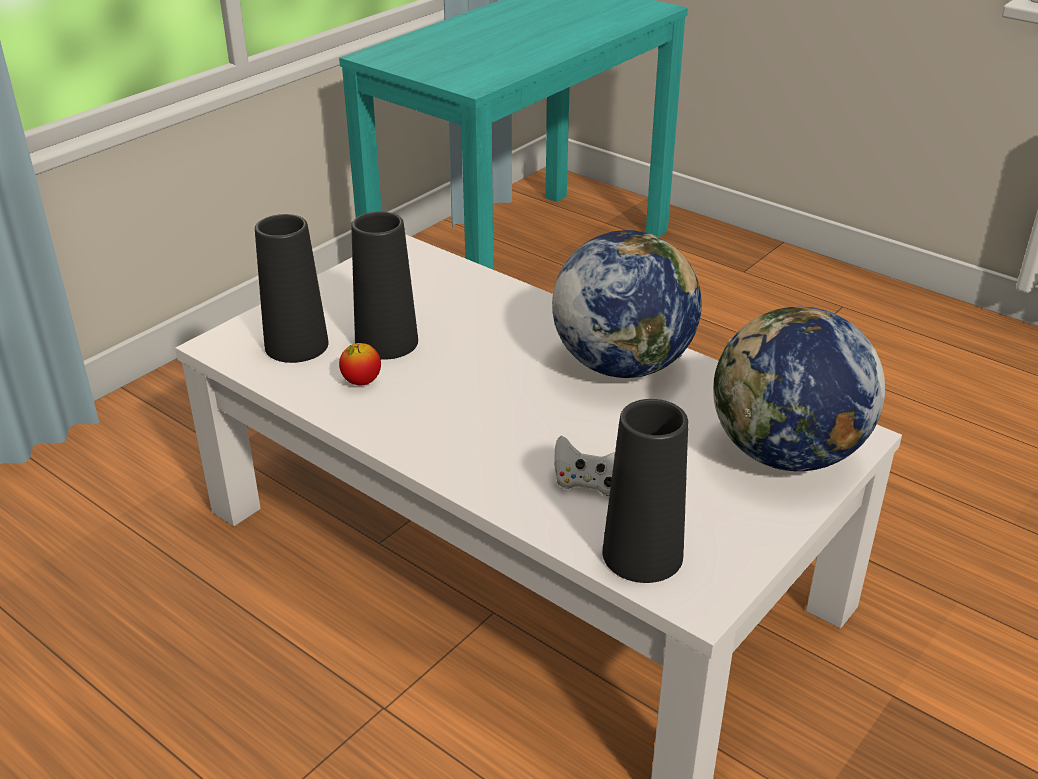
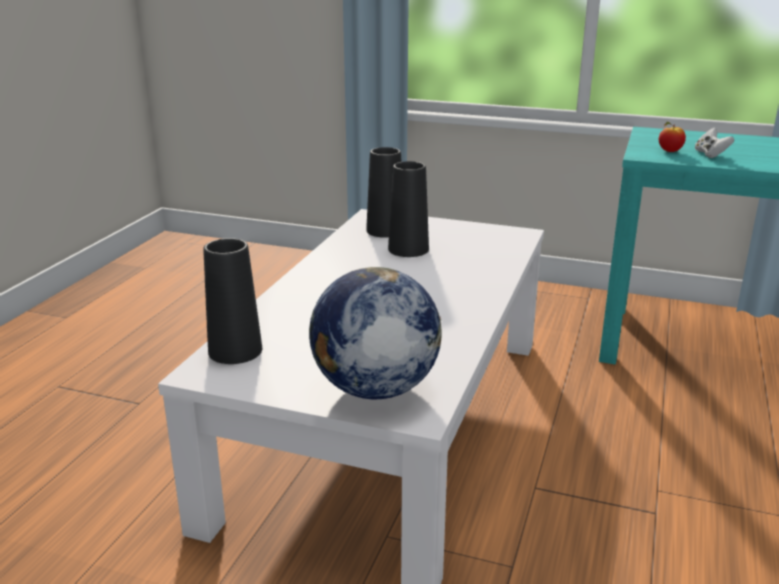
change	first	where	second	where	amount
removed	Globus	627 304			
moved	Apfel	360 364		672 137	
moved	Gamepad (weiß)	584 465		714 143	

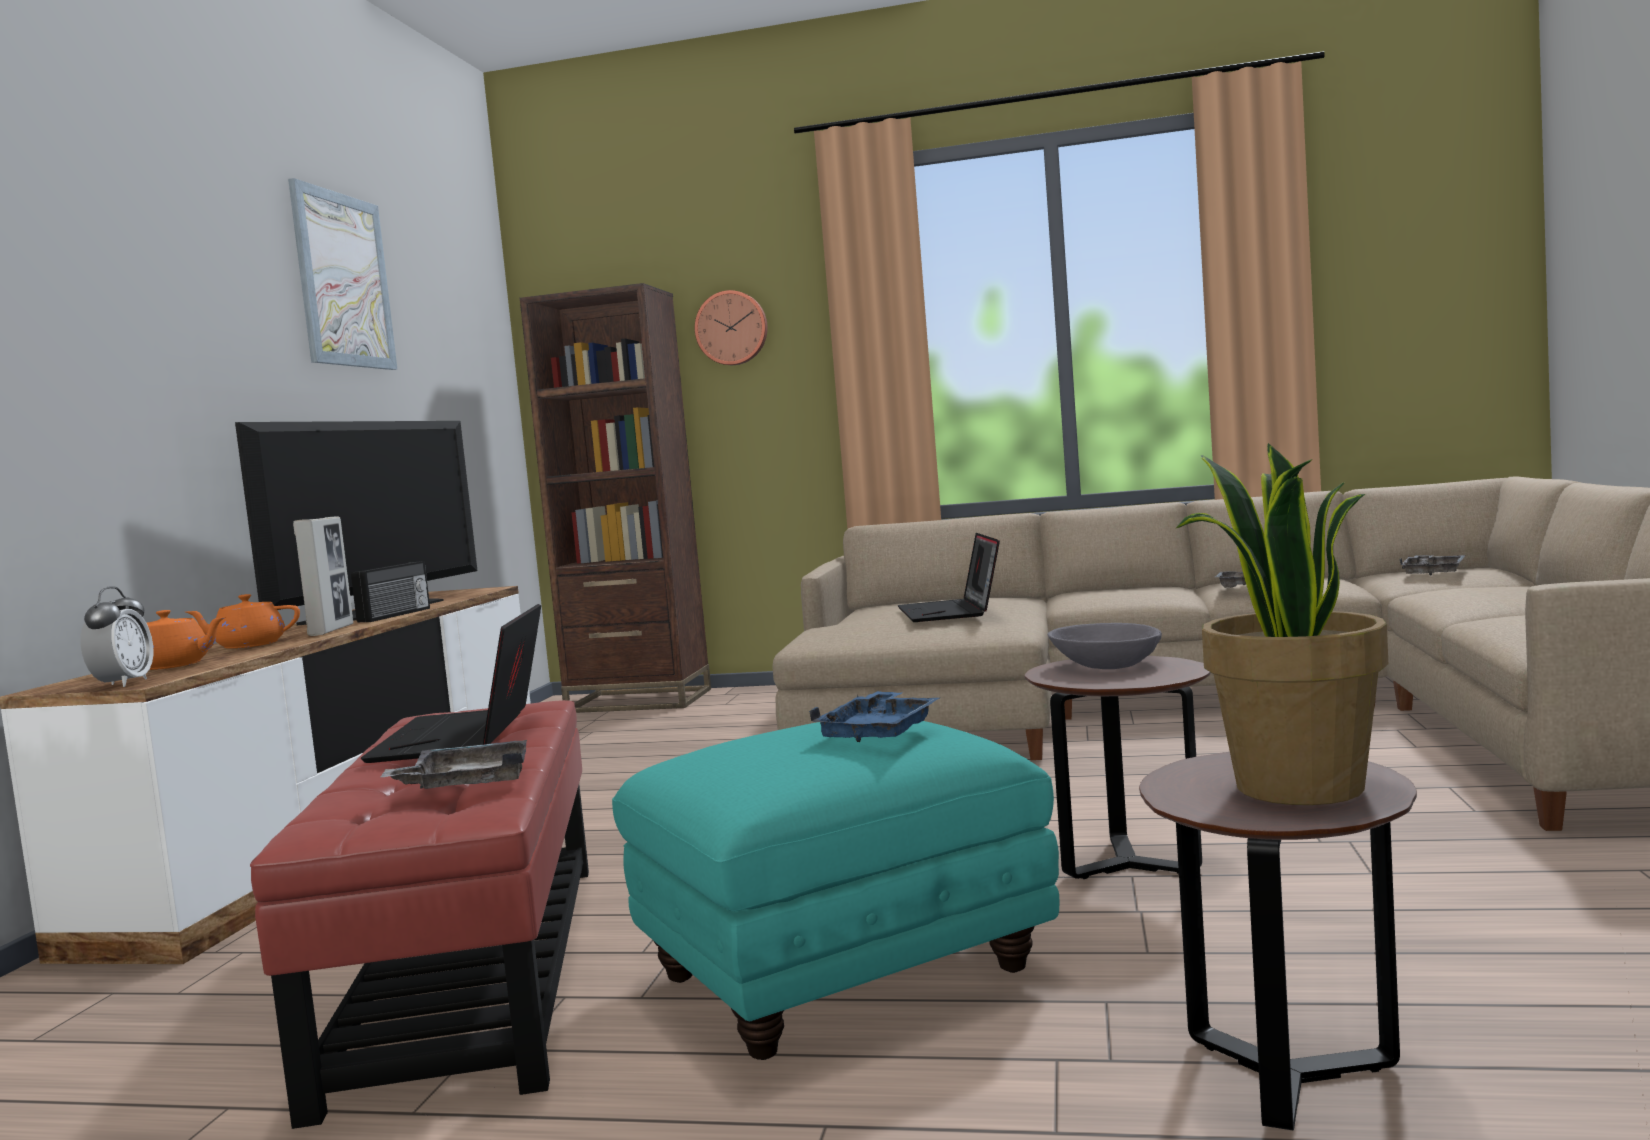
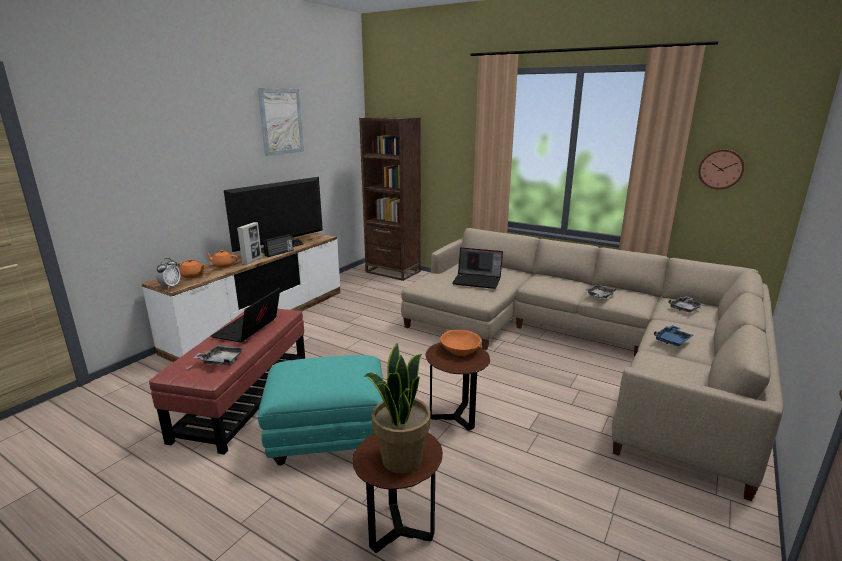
change	first	where	second	where	amount
moved	Wanduhr	731 327		721 169	
moved	Tablett (blau)	874 716		673 335	
recoloured	Schüssel (grau)	1105 646	Schüssel (orange)	460 343	
turned	Laptop	949 577		477 268	90 degrees counterclockwise

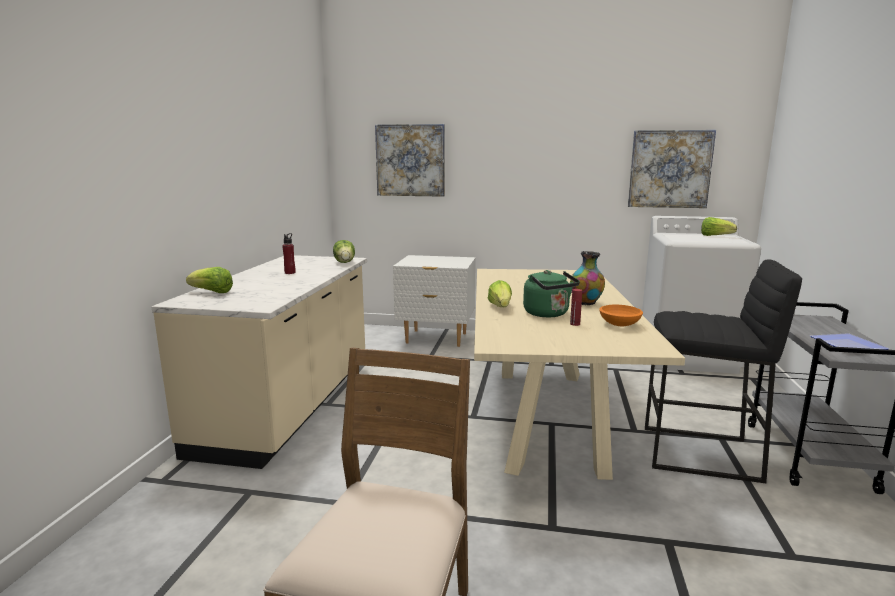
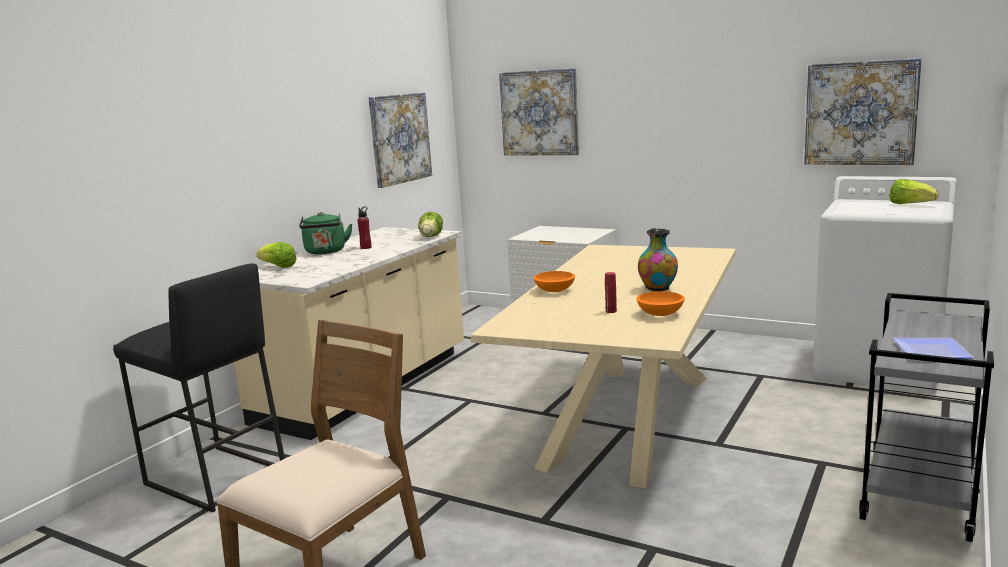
change	first	where	second	where	amount
added			Bild	400 140	
moved	Wasserkessel (grün)	551 293		325 233	
moved	Hocker (schwarz)	723 371		199 388	
replaced	Salatkopf	500 293	Schüssel (orange)	554 281	

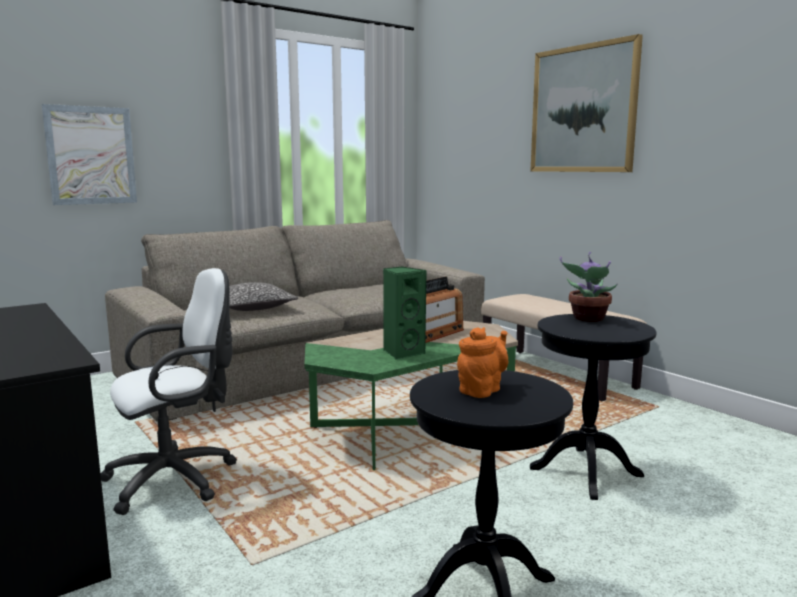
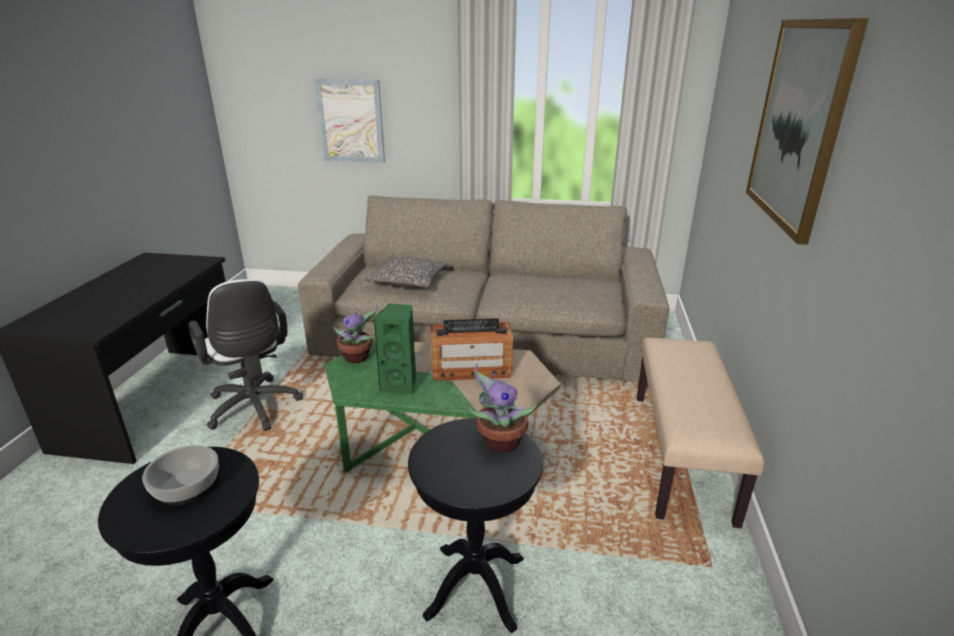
change	first	where	second	where	amount
added			Topfpflanze	355 334	
replaced	Teekanne (orange)	482 362	Schüssel	180 475	
turned	Bürostuhl (weiß)	168 391		246 355	45 degrees clockwise

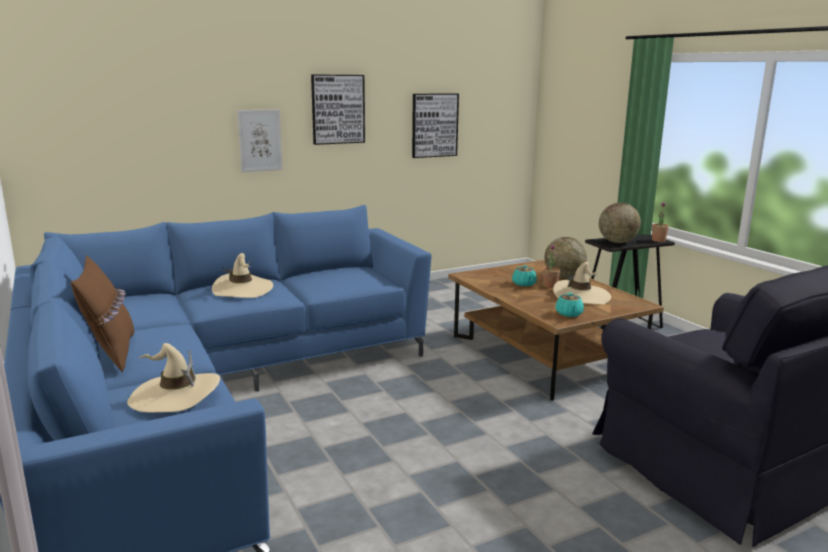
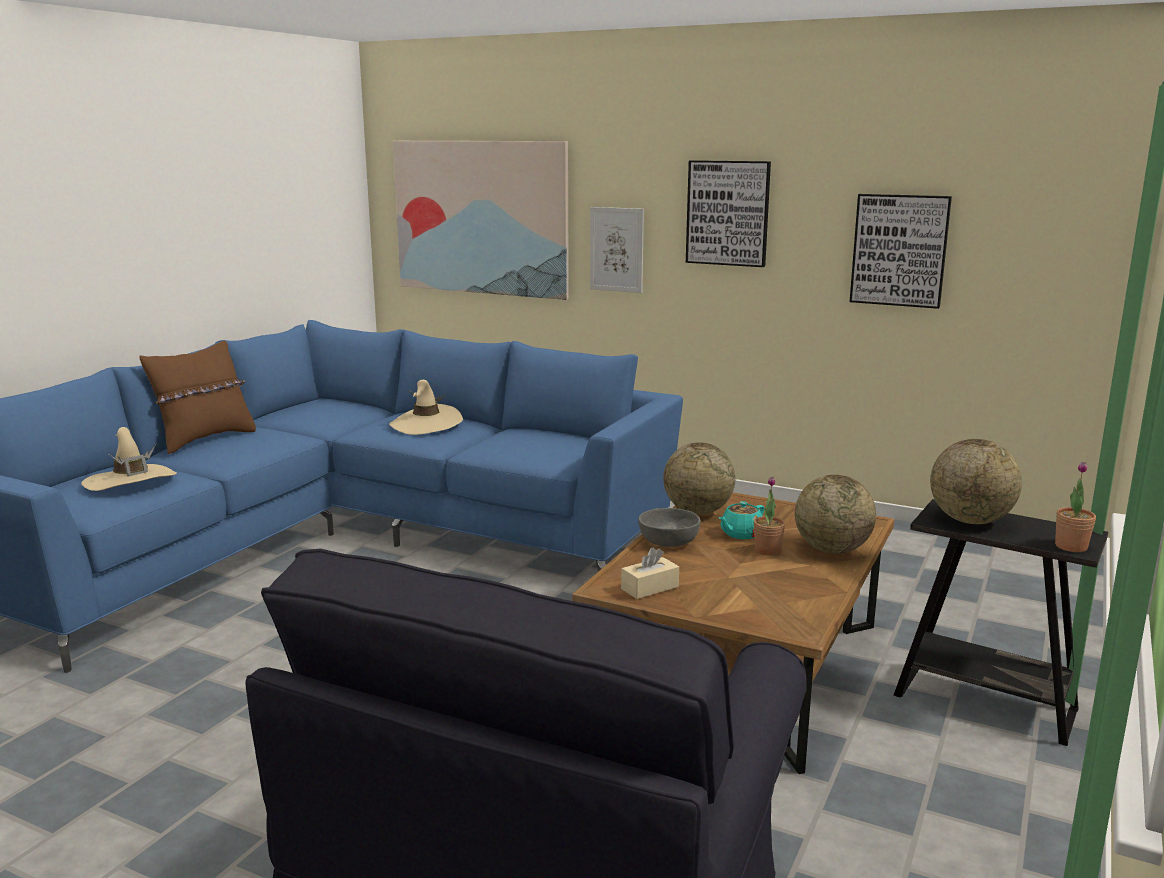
change	first	where	second	where	amount
removed	Hut (beige)	582 283			
added			Bild	481 220	
added			Schüssel (grau)	669 527	
added			Globus	699 478	
replaced	Teekanne (türkis)	569 304	Taschentuchbox (beige)	650 573	

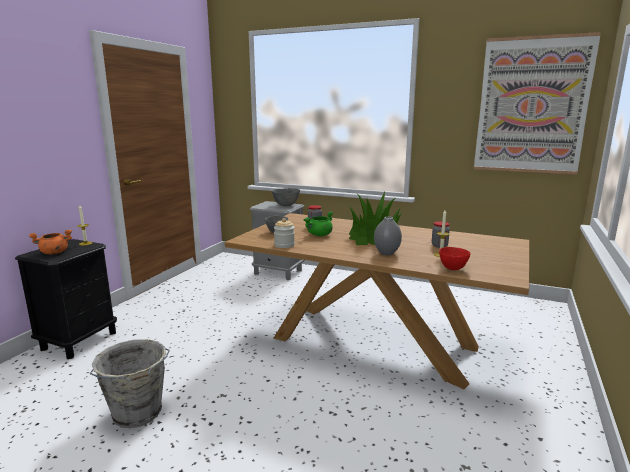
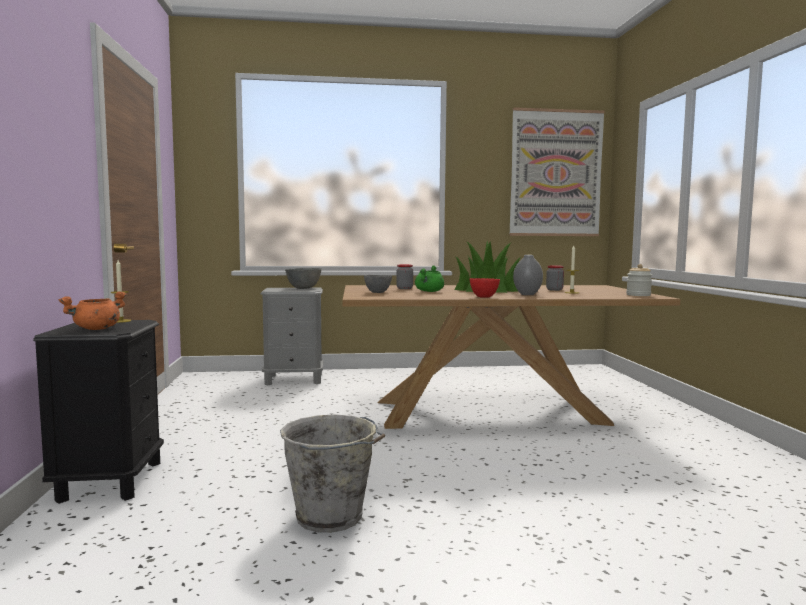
change	first	where	second	where	amount
moved	Vorratsglas	284 233		639 280	
moved	Schüssel (rot)	455 258		484 288	

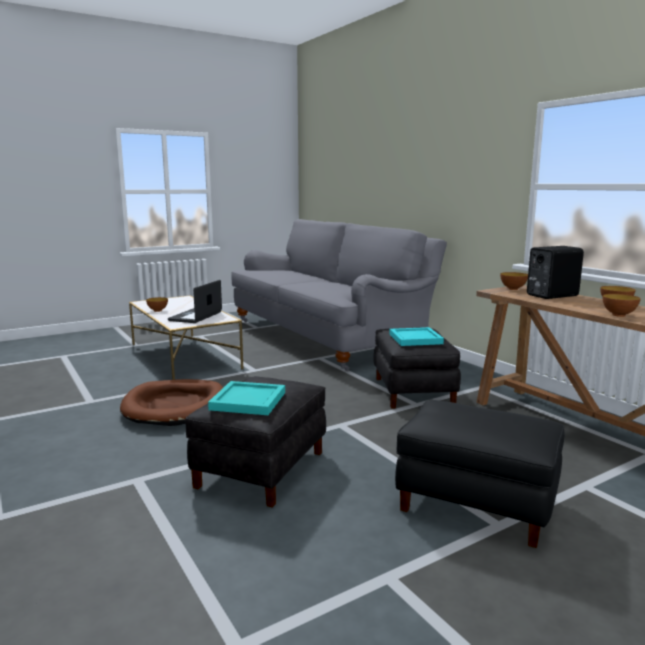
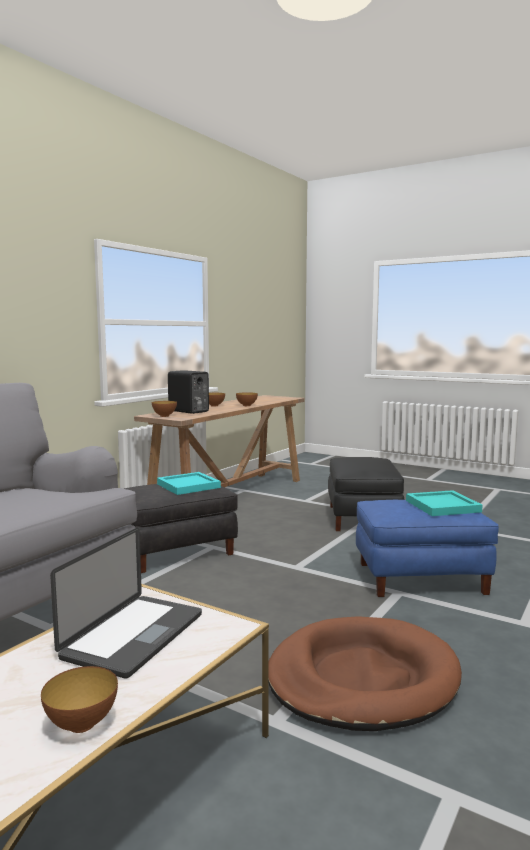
change	first	where	second	where	amount
recoloured	Polsterhocker (schwarz)	255 441	Polsterhocker (blau)	427 548	
turned	Laptop	195 301		126 603	60 degrees counterclockwise

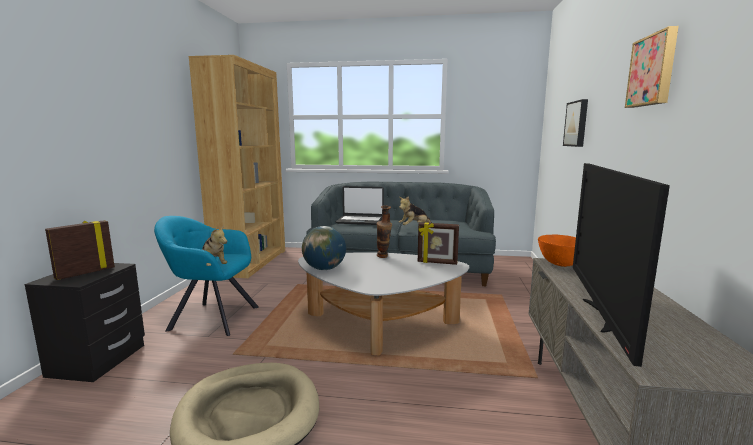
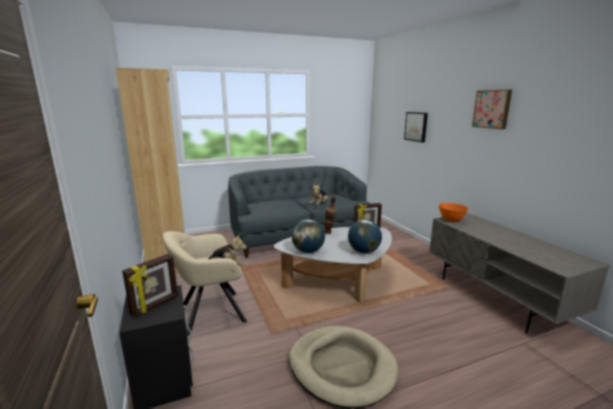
change	first	where	second	where	amount
removed	Laptop	359 205			
removed	Fernseher	621 265			
added			Globus	365 236	
recoloured	Sessel (türkis)	206 276	Sessel (beige)	204 283	
turned	Bilderrahmen	80 250		150 285	150 degrees counterclockwise

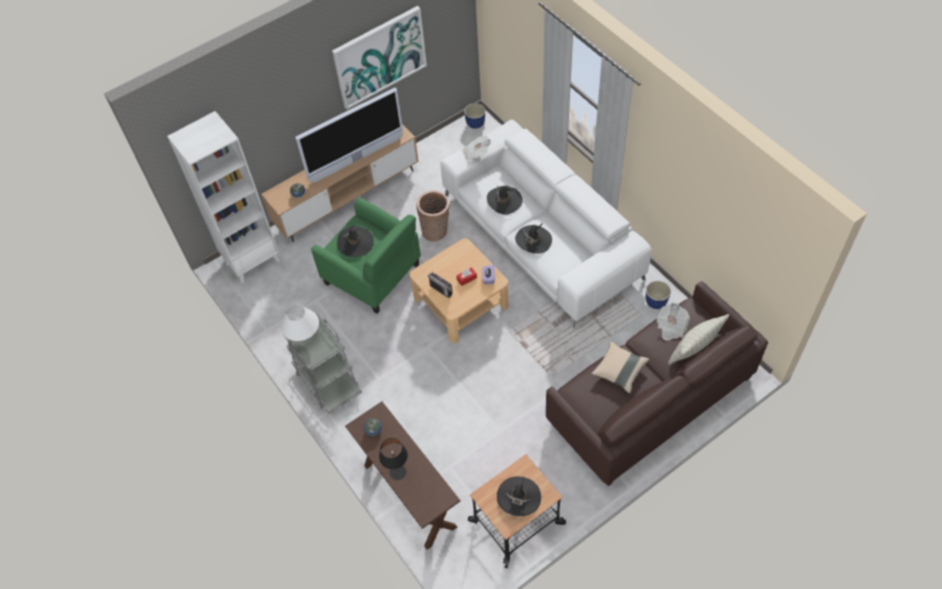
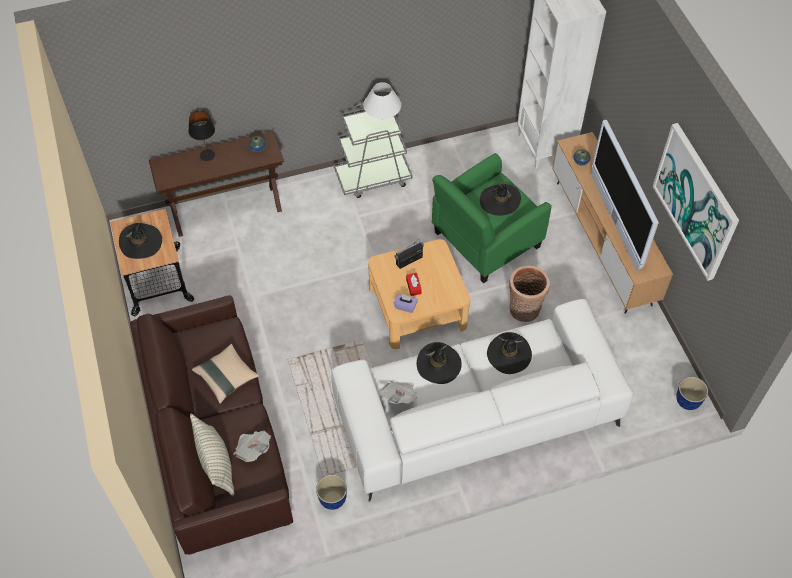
change	first	where	second	where	amount
moved	Zeitung	476 147		398 392	

